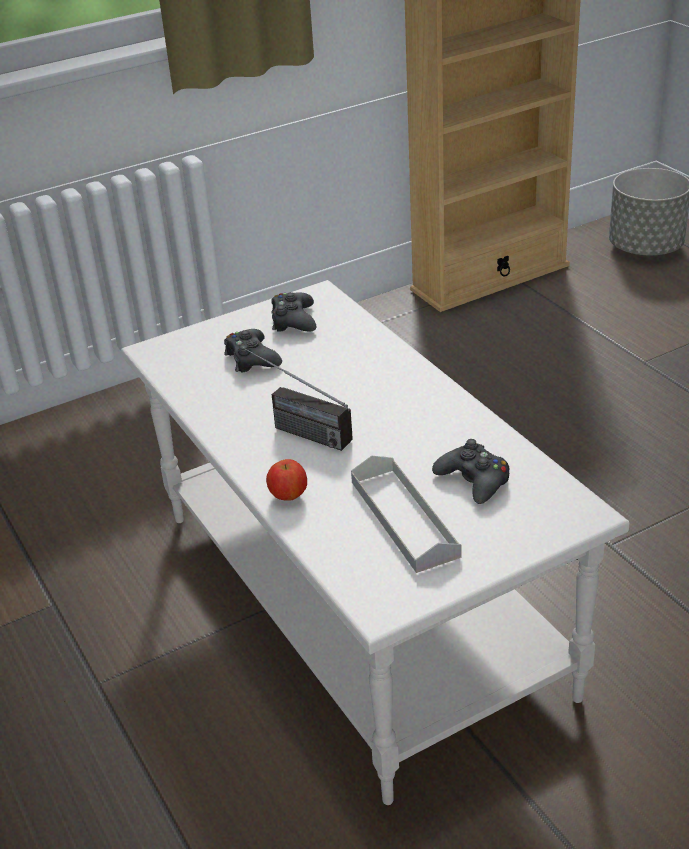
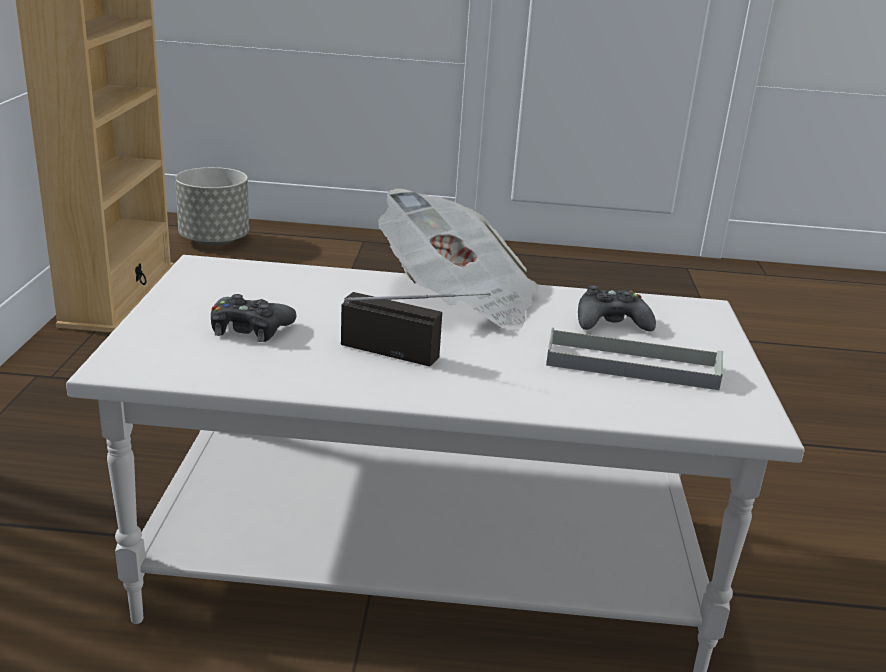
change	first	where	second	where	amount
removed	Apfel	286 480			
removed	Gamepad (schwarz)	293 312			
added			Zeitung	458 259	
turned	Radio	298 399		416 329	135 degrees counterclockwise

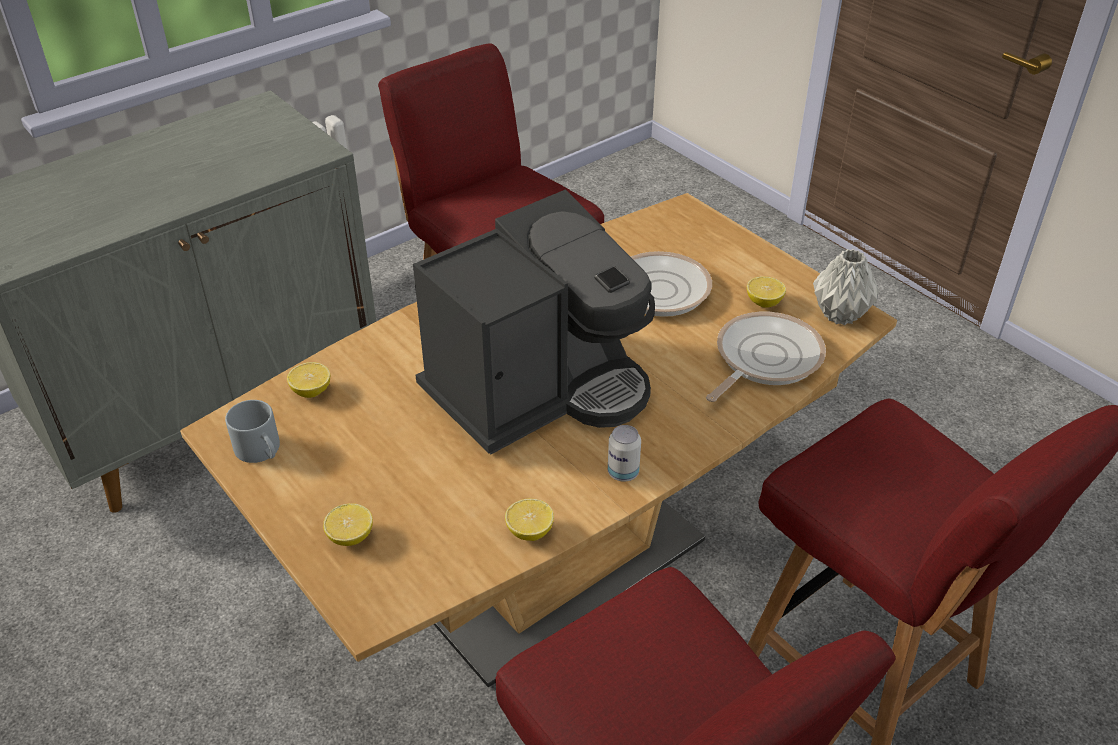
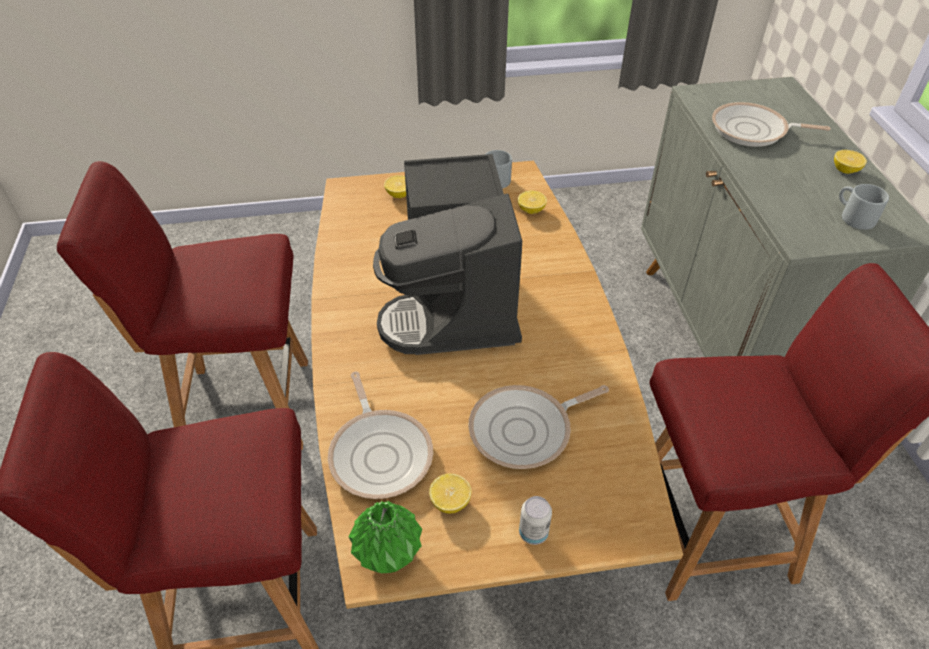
change	first	where	second	where	amount
added			Pfanne	771 124	
added			Henkelbecher (grau)	864 207	
moved	Zitrone	529 519		850 162	
moved	Dose	624 453		535 520	
recoloured	Vase (grau)	846 287	Vase (grün)	385 537	

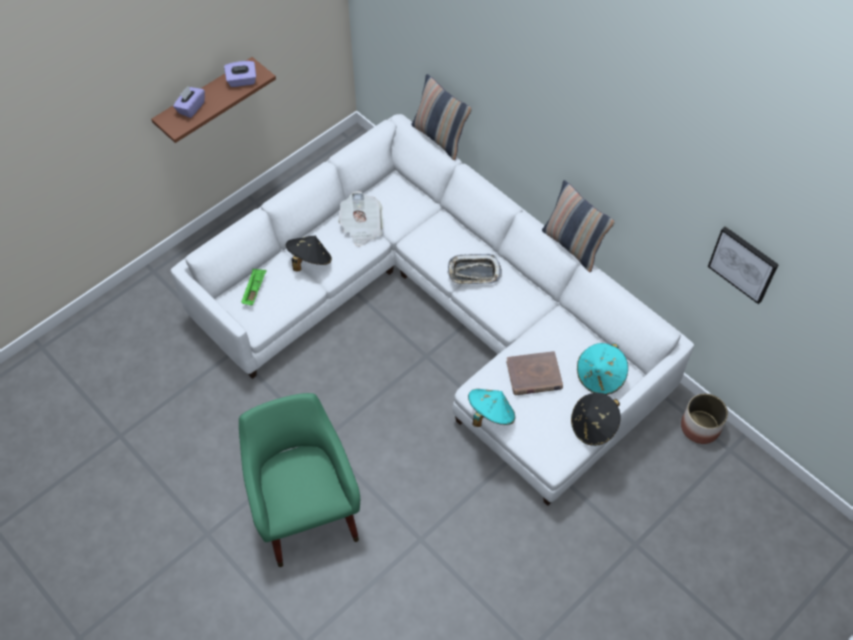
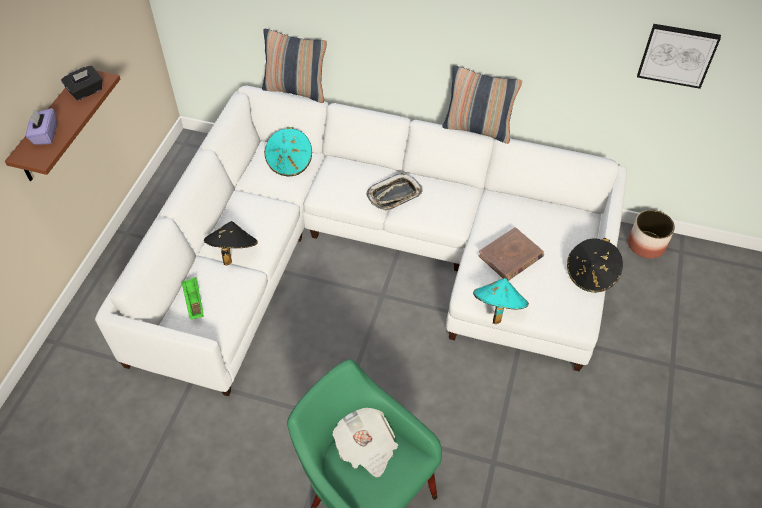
change	first	where	second	where	amount
moved	Zeitung	360 219		365 442	
moved	Hut (türkis)	602 369		288 151	
recoloured	Taschentuchbox (lila)	240 74	Taschentuchbox (schwarz)	81 83	

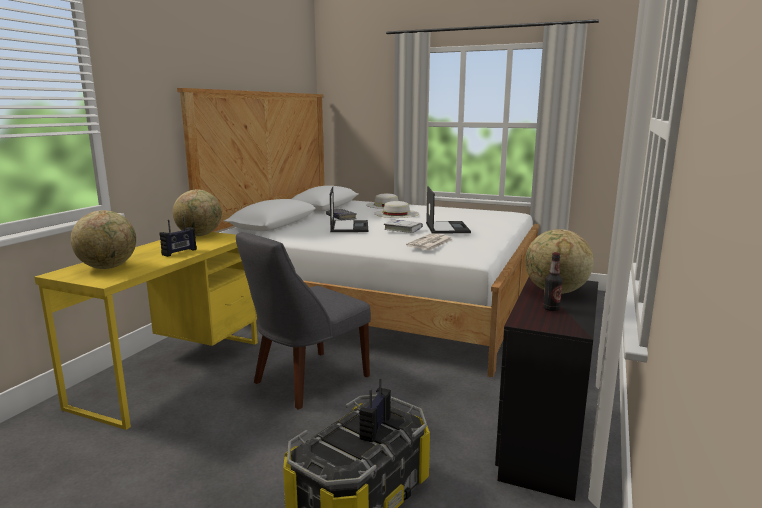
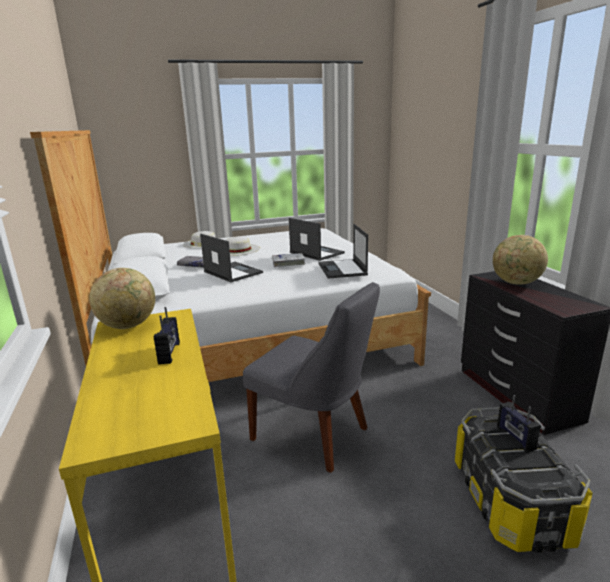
change	first	where	second	where	amount
removed	Globus	103 239			
removed	Flasche	553 281			
replaced	Zeitung	429 241	Laptop	343 251	
turned	Stuhl (grau)	303 321		311 377	60 degrees counterclockwise

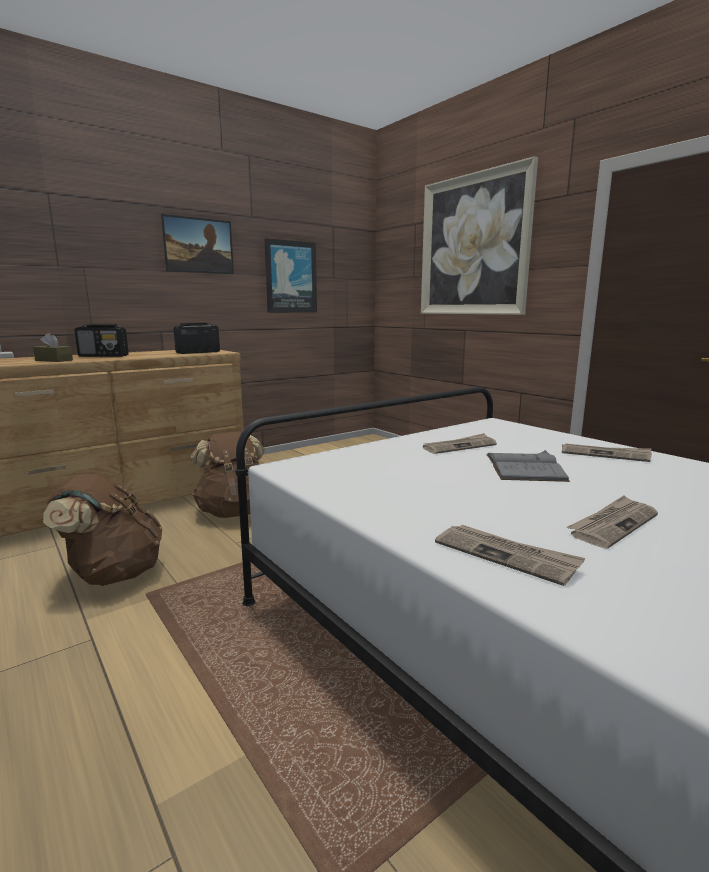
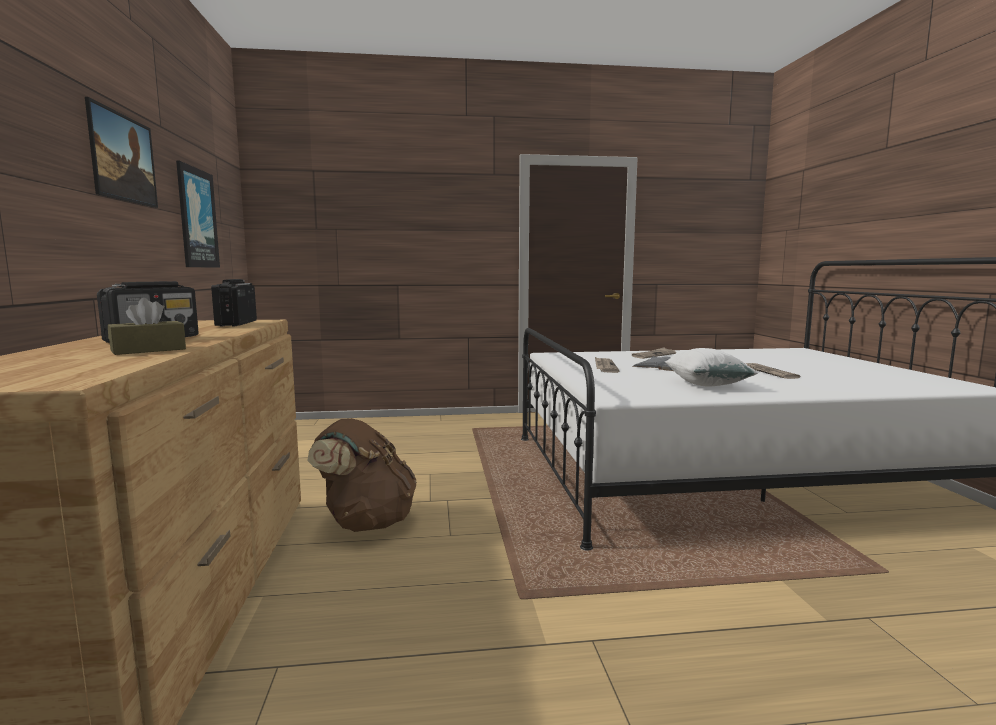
change	first	where	second	where	amount
removed	Rucksack (braun)	102 530			
removed	Bild	479 235			
removed	Zeitung	510 555			
added			Kissen (weiß)	711 367	

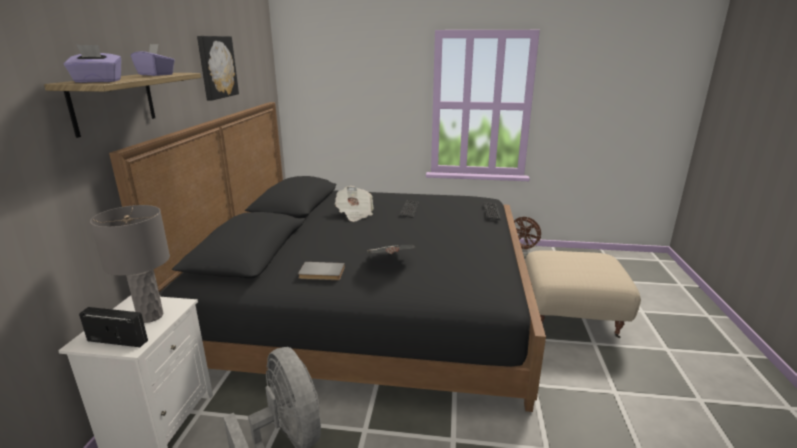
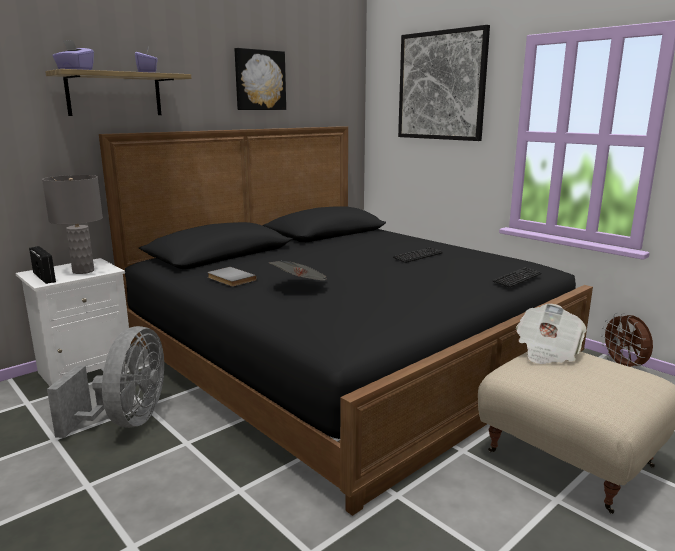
change	first	where	second	where	amount
added			Bild	444 83	
moved	Zeitung	354 204		551 333	

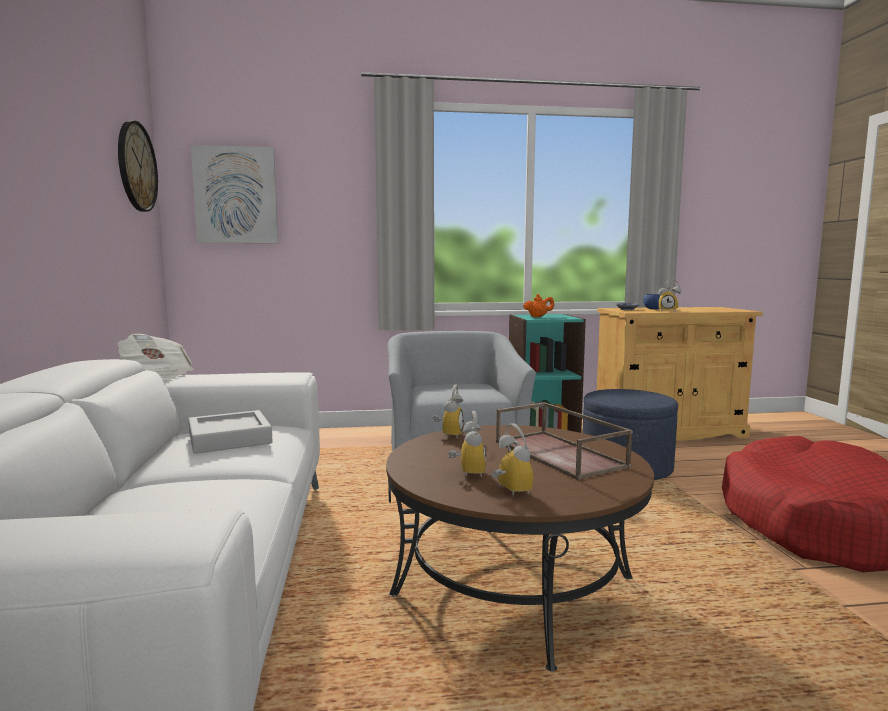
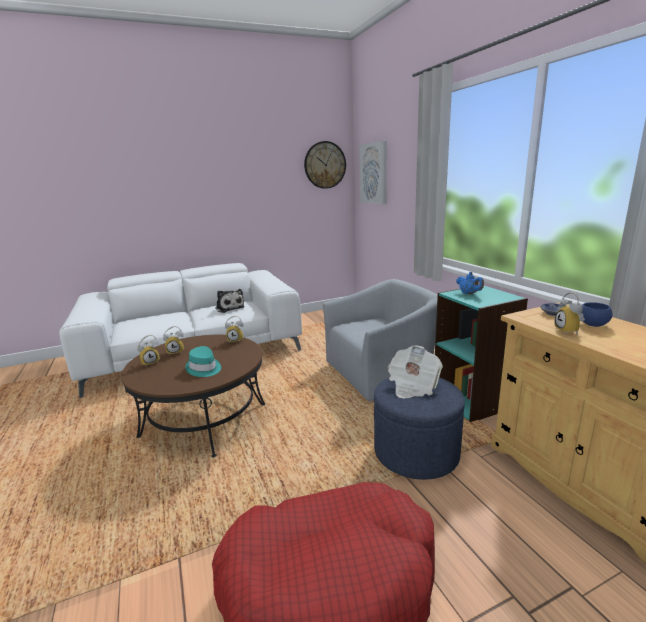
change	first	where	second	where	amount
moved	Zeitung	155 357		415 371	
replaced	Tablett (grau)	230 432	Plüschtier	230 301	
replaced	Tablett (braun)	564 441	Hut (türkis)	203 361	
recoloured	Teekanne (orange)	538 305	Teekanne (blau)	470 283	

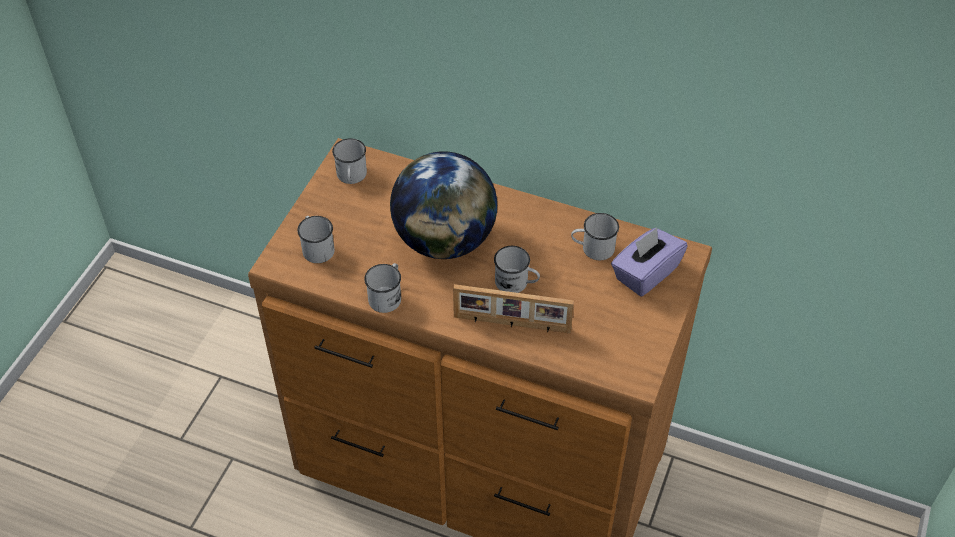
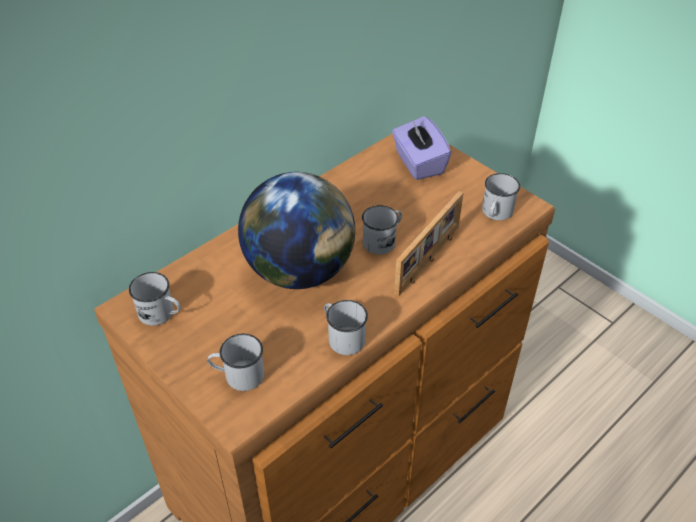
change	first	where	second	where	amount
moved	Henkelbecher (weiß)	595 236		501 196	

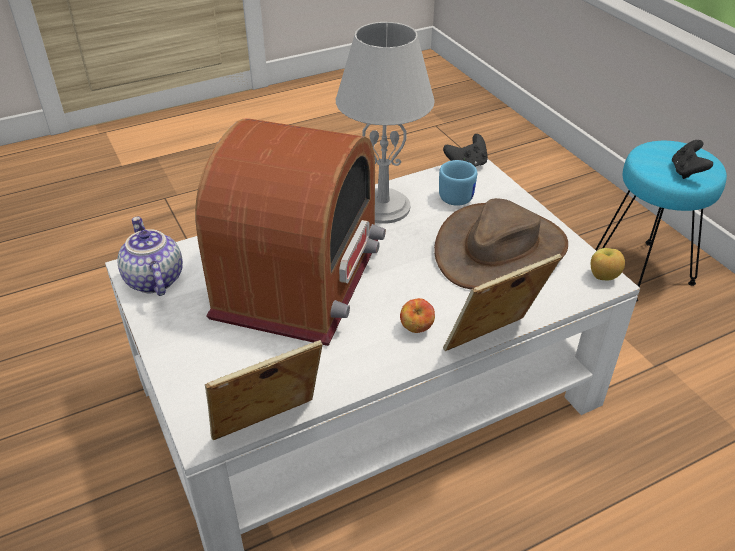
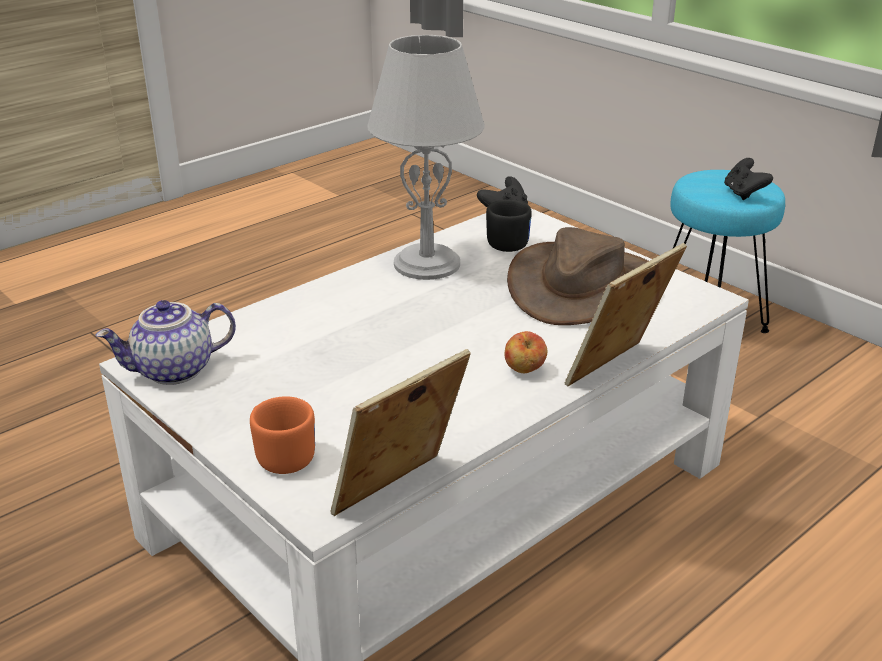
change	first	where	second	where	amount
removed	Radio	290 232			
removed	Apfel	608 264			
added			Henkelbecher (orange)	282 435	
recoloured	Henkelbecher (blau)	458 183	Henkelbecher (schwarz)	509 226	
turned	Teekanne	150 256		166 342	75 degrees counterclockwise

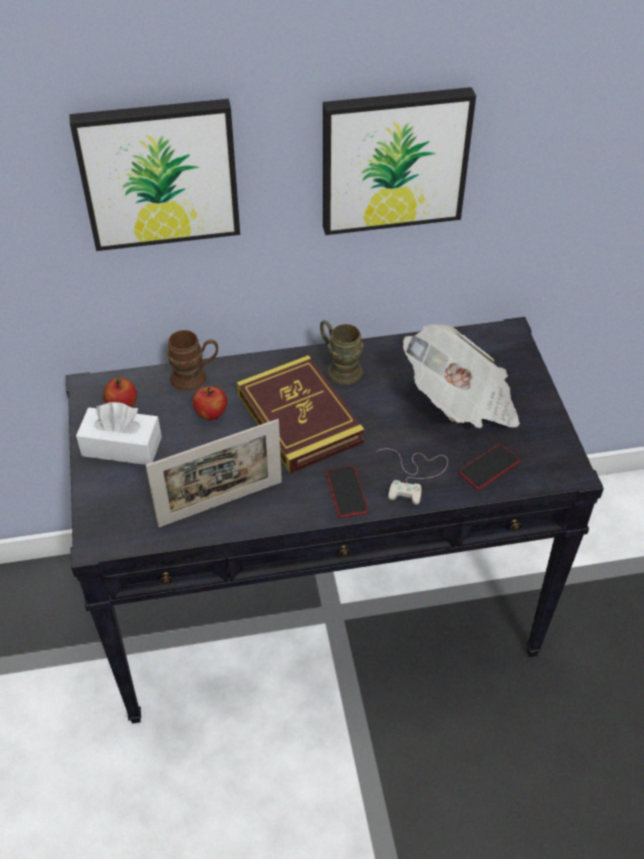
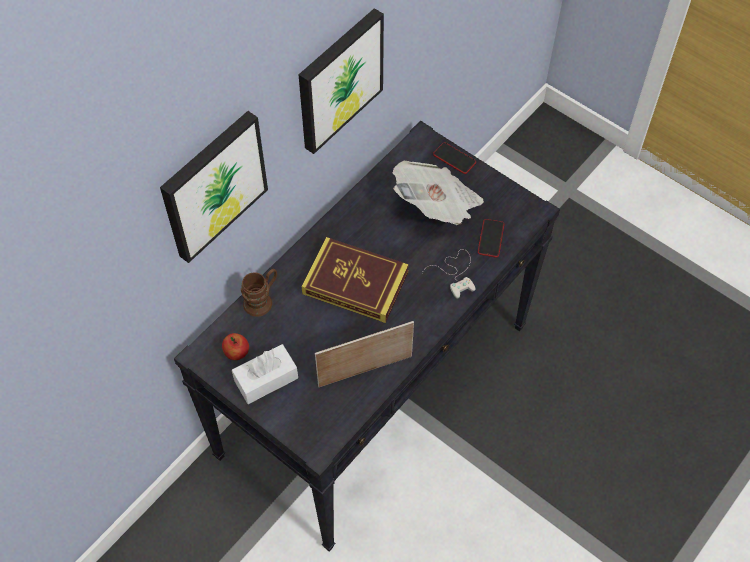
change	first	where	second	where	amount
removed	Apfel	210 403			
removed	Henkelbecher (braun)	342 352			
moved	Handy	347 491		454 158	
turned	Bilderrahmen	214 473		364 354	135 degrees counterclockwise

